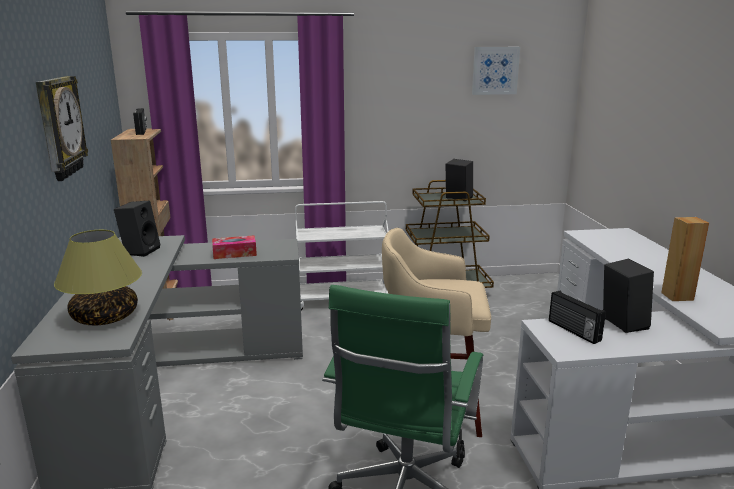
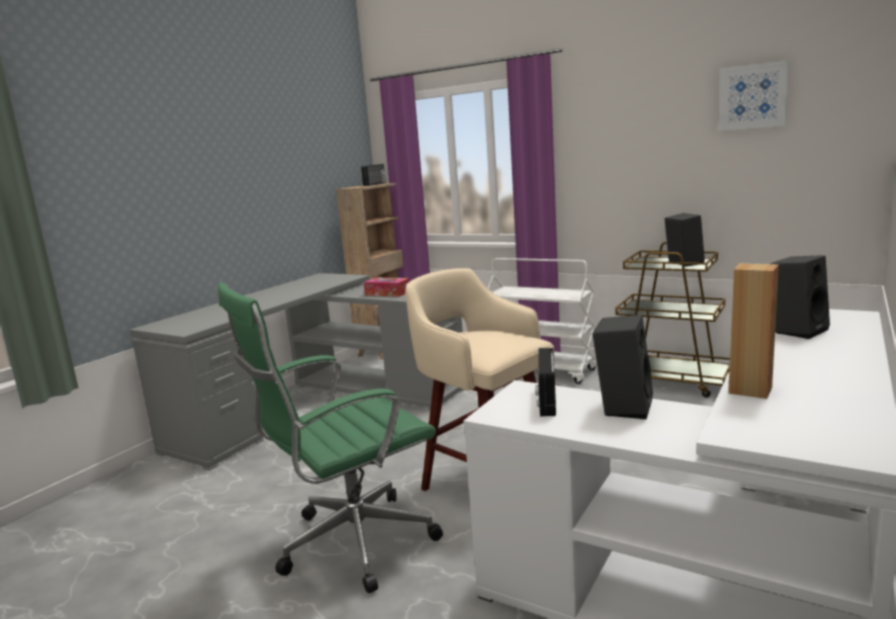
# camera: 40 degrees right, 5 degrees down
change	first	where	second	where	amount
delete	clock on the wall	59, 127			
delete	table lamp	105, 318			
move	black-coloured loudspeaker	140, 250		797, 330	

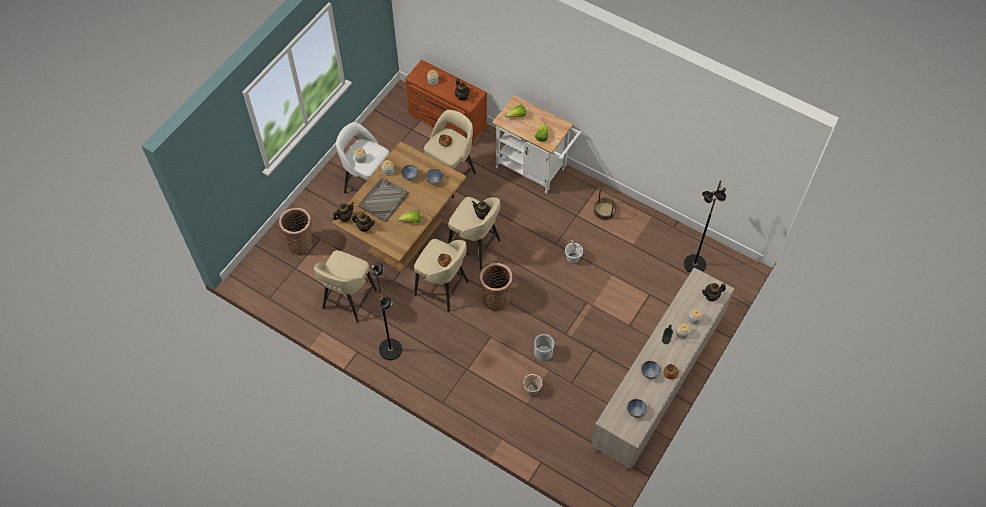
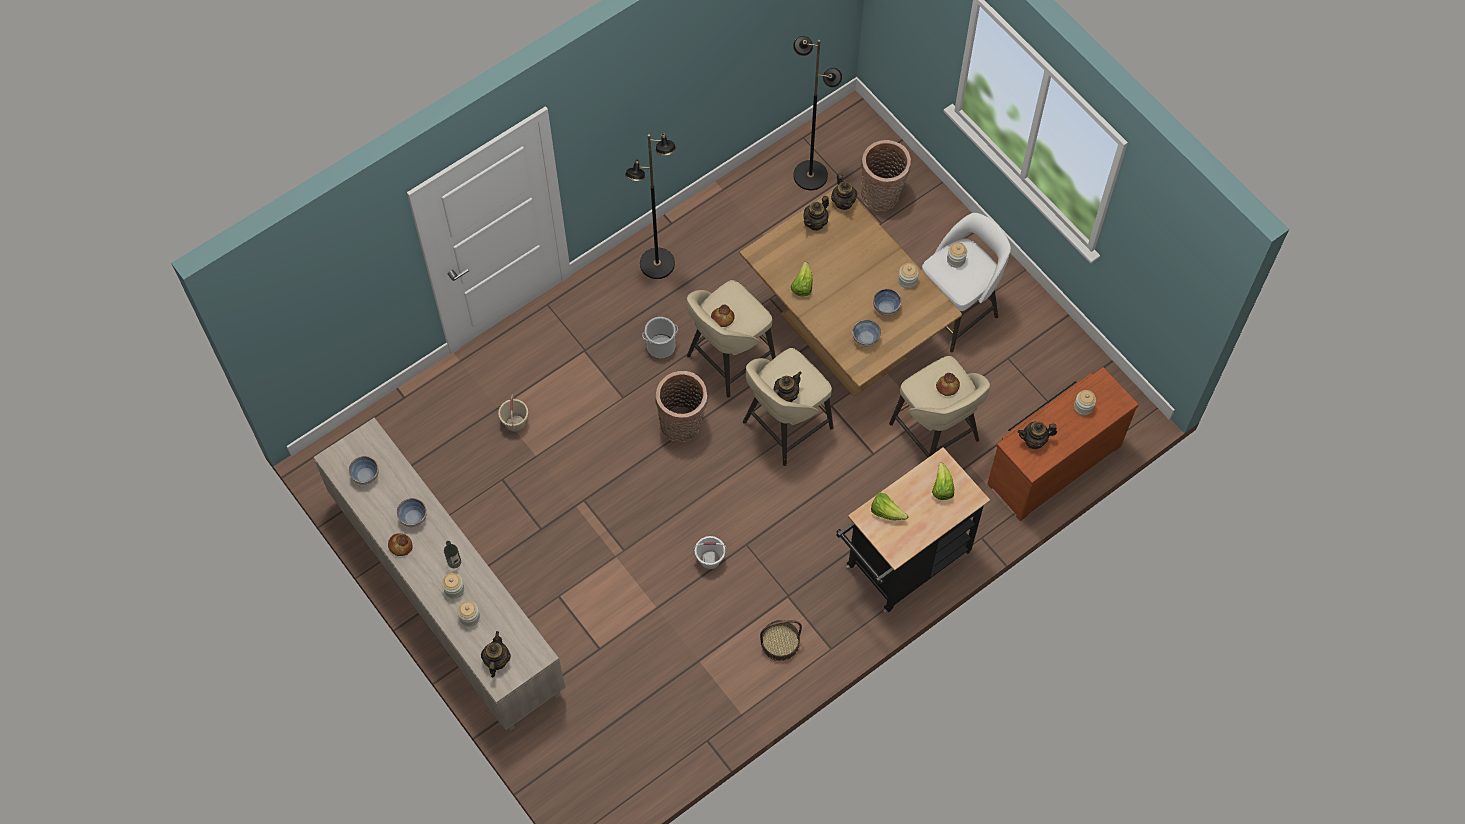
# camera: 110 degrees right, 5 degrees up
change	first	where	second	where	amount
delete	beige-coloured stool	348, 300			
delete	grey carrying tray	384, 199			
move	bucket	543, 353		661, 346	
move	black-coloured standing lamp	694, 264		810, 175	
recolor	whitish trolley	534, 170	black-coloured trolley	902, 564	

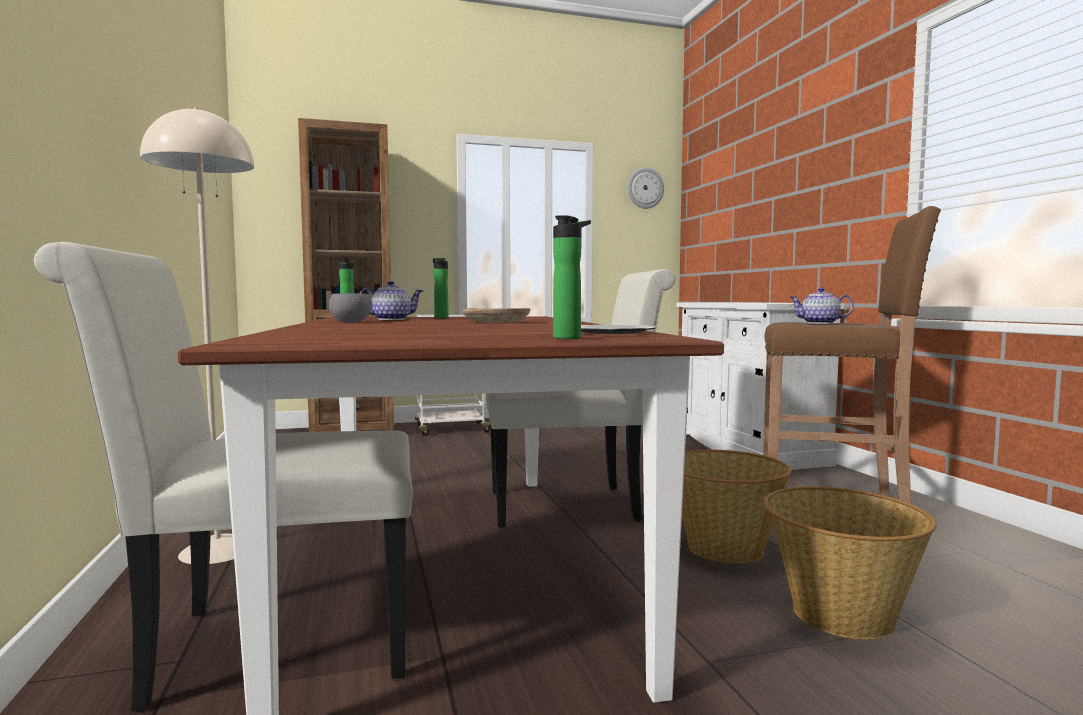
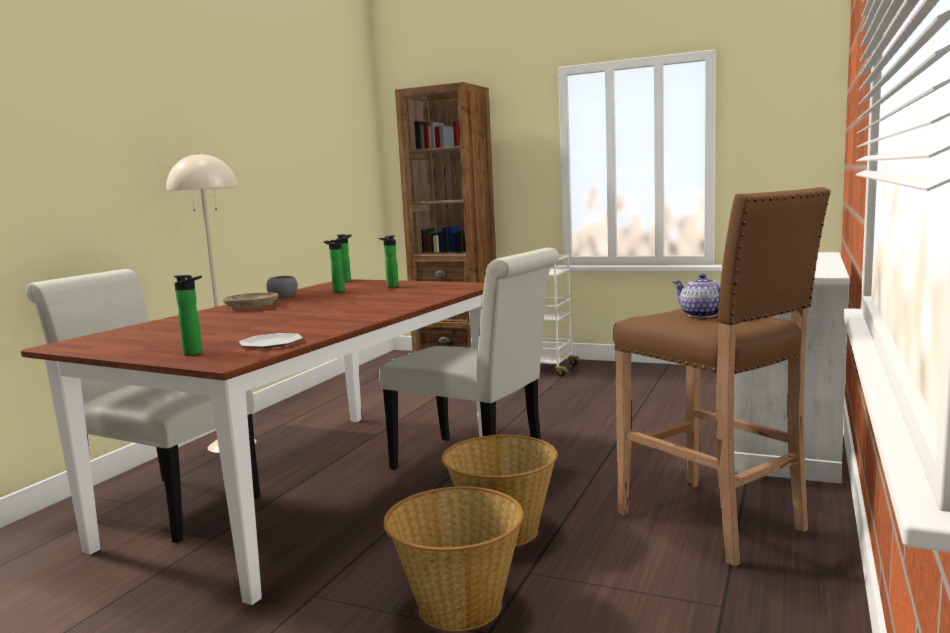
# camera: 40 degrees right, 5 degrees up
change	first	where	second	where	amount
delete	clock on the wall	645, 188			
move	beige-coloured plate	496, 322		251, 306	
replace	tea pot	391, 319	drink bottle	337, 291	

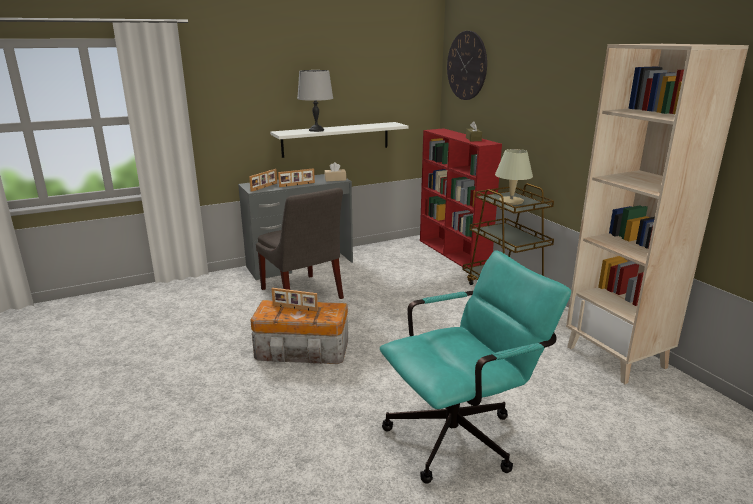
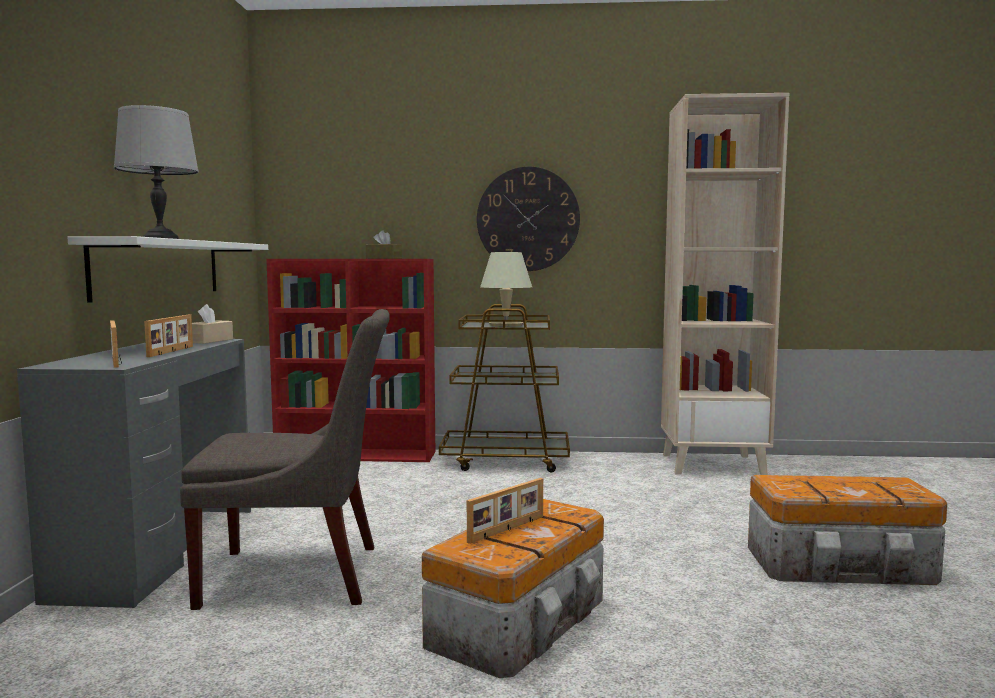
# camera: 60 degrees left, 15 degrees down
change	first	where	second	where	amount
move	clock on the wall	467, 65		528, 219	
replace	turquoise-coloured desk chair	462, 434	storage box	843, 566	

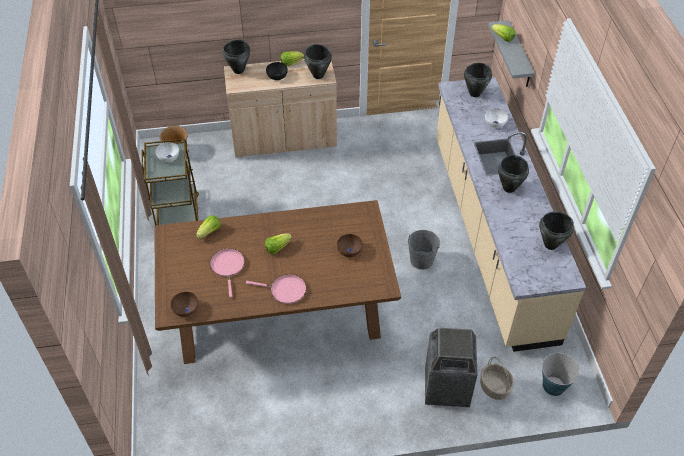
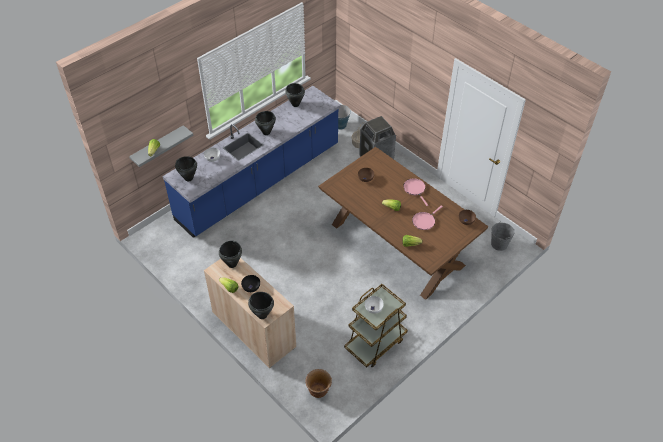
# camera: 125 degrees left, 0 degrees up
change	first	where	second	where	amount
move	grey bucket	421, 260		499, 244	
recolor	beige-coloured kitchen base unit	490, 235	blue-coloured kitchen base unit	260, 182	

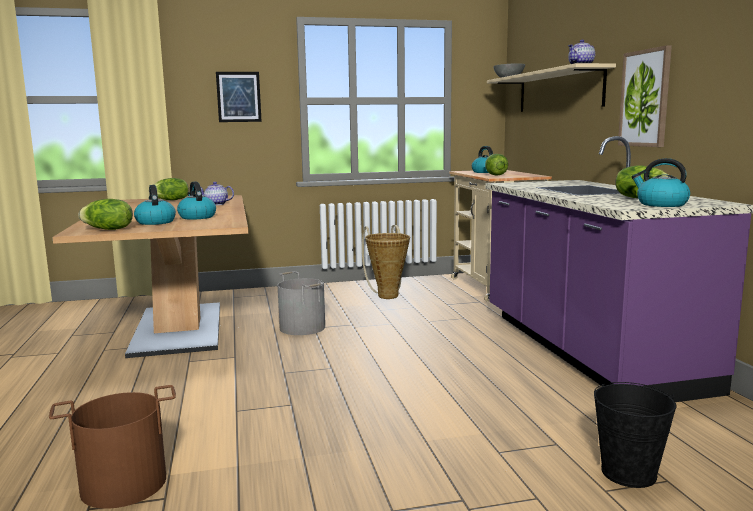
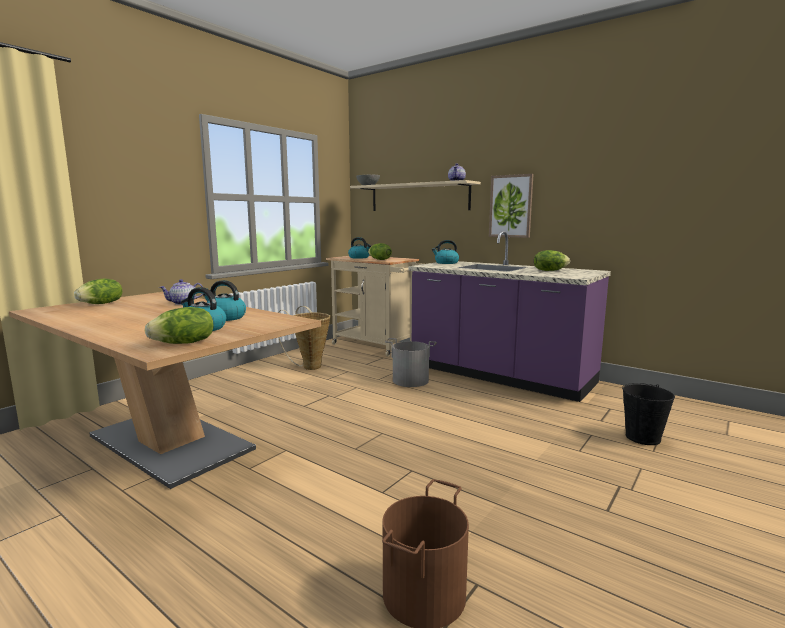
# camera: 40 degrees left, 0 degrees up
change	first	where	second	where	amount
delete	wall picture	238, 97			
move	grey bucket	303, 327		410, 380	
move	water kettle	661, 204		446, 263	

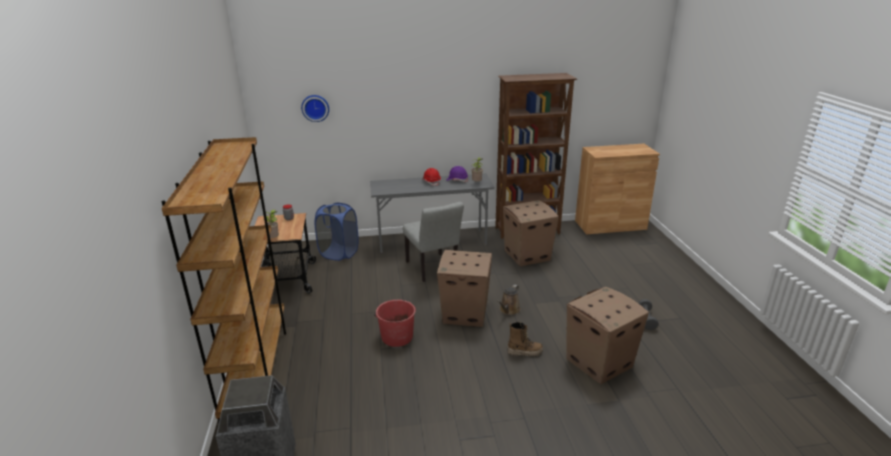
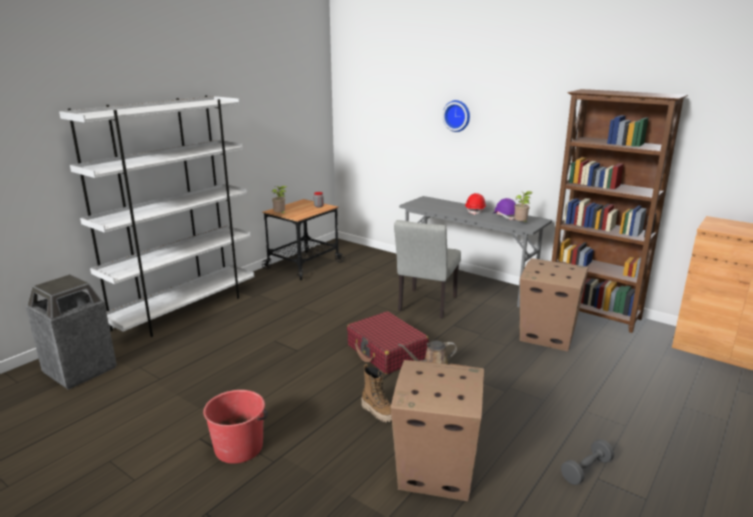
# camera: 45 degrees right, 5 degrees down
change	first	where	second	where	amount
delete	blue-coloured hamper	339, 253			
move	clock on the wall	315, 108		457, 115	
move	red bucket	397, 337		239, 447	
replace	cardboard box	465, 313	red suitcase	387, 352	
recolor	brown shelving unit	257, 368	whitish shelving unit	185, 310	

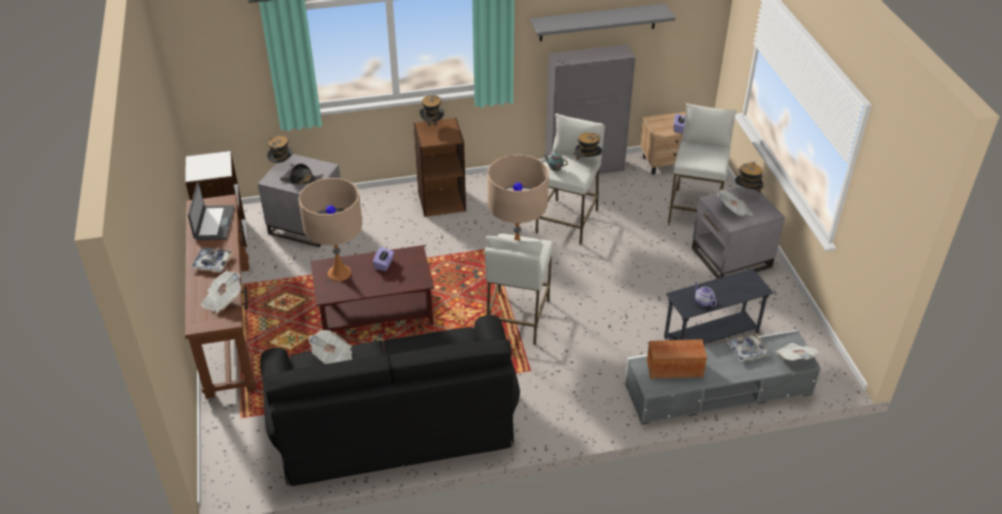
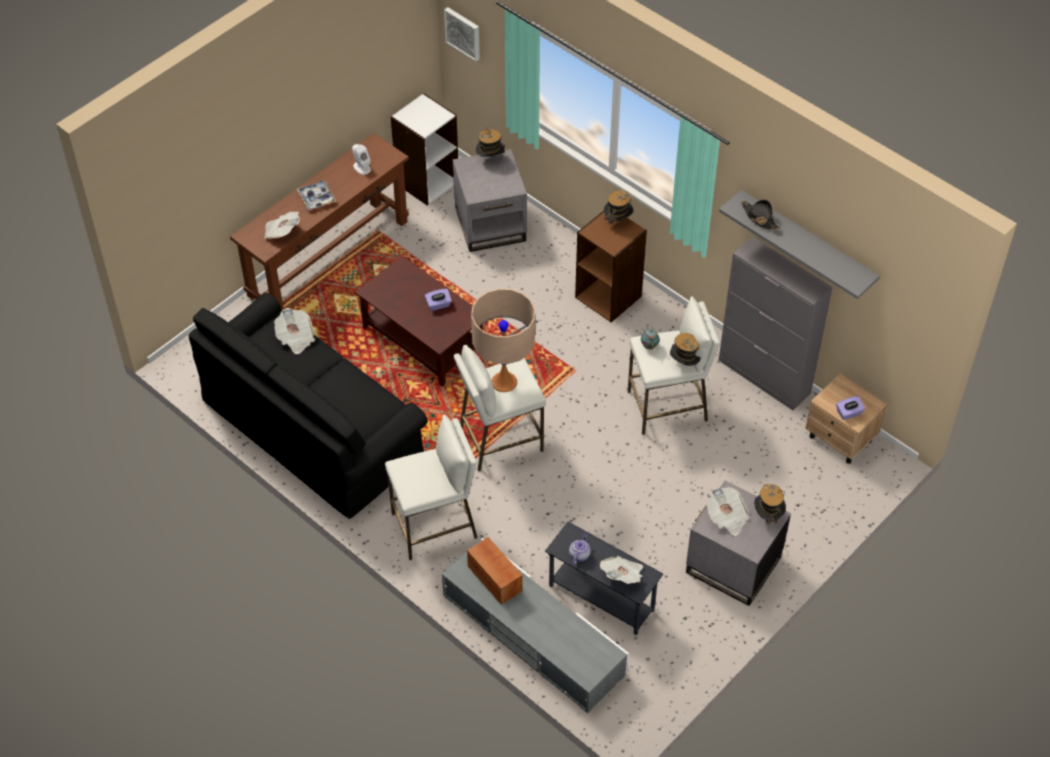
# camera: 55 degrees right, 10 degrees up
change	first	where	second	where	amount
delete	beige-coloured table lamp	339, 273			
delete	carrying tray	747, 350			
insert			wall picture	463, 33	
move	black-coloured clothing hat	301, 180		759, 218	
move	whitish stool	695, 209		435, 526	
move	daily paper	794, 359		622, 576	
replace	laptop	214, 223	whitish loudspeaker	361, 167	

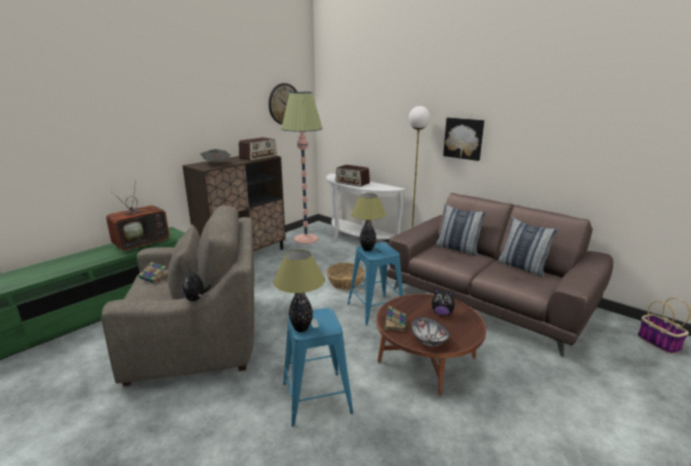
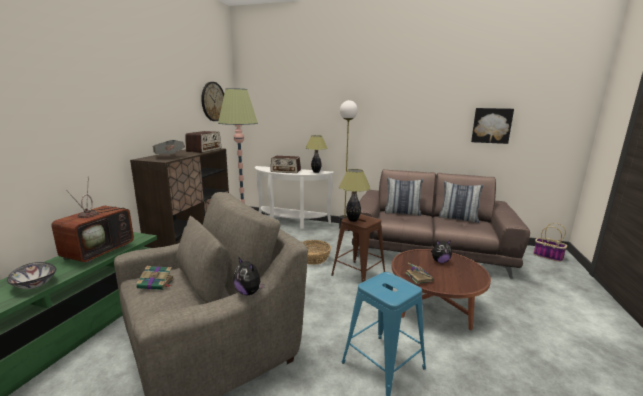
# camera: 25 degrees left, 5 degrees down
change	first	where	second	where	amount
move	table lamp	301, 329		316, 172	
move	serving bowl	428, 341		34, 284	
move	wall picture	464, 138		491, 125	
recolor	blue-coloured stool	375, 309	brown stool	358, 274	

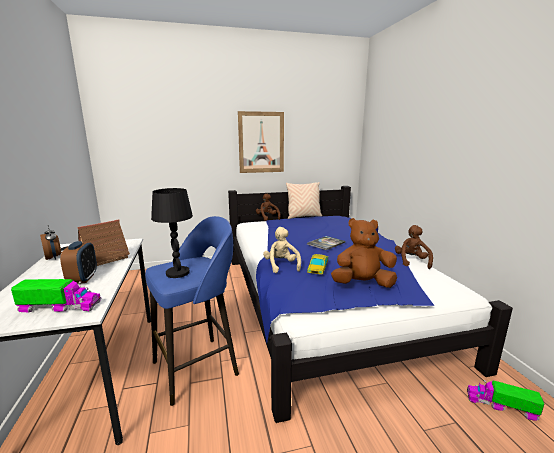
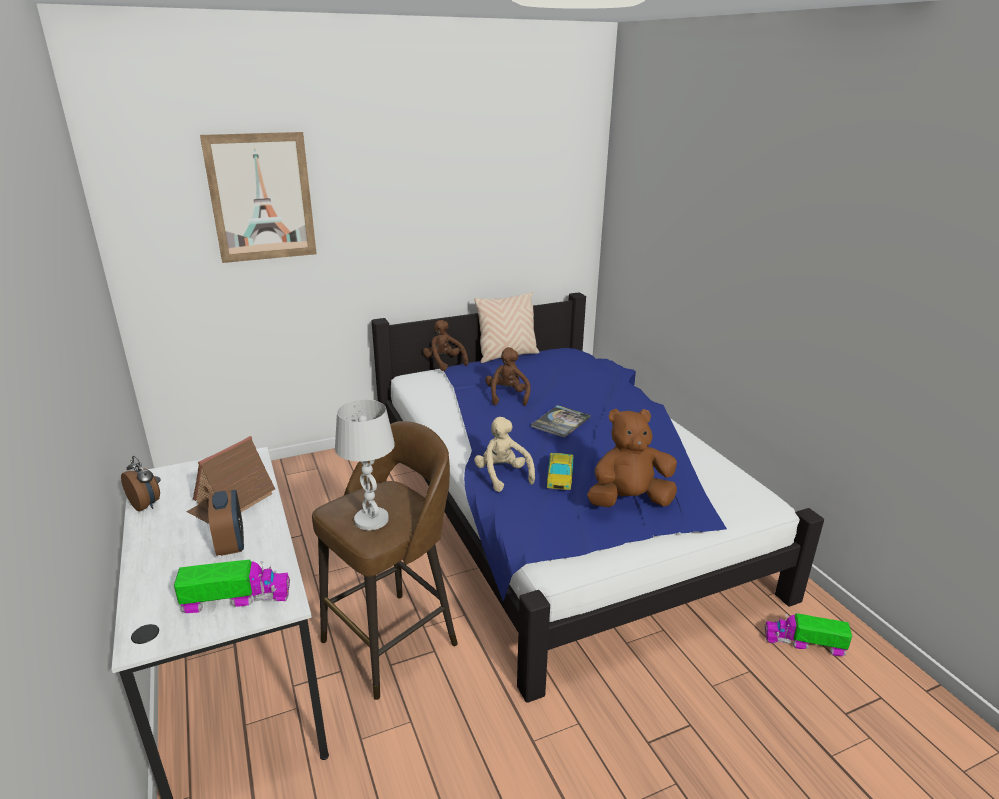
# camera: 10 degrees left, 10 degrees up
change	first	where	second	where	amount
move	wall picture	261, 142		261, 198	
move	brown soft toy	411, 262		507, 396	
recolor	blue-coloured stool	198, 367	brown stool	393, 640	
recolor	black-coloured table lamp	177, 273	whitish table lamp	371, 520	

